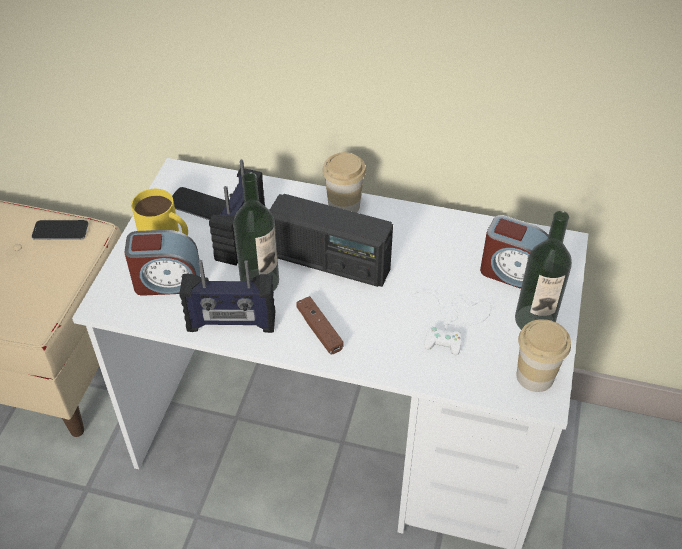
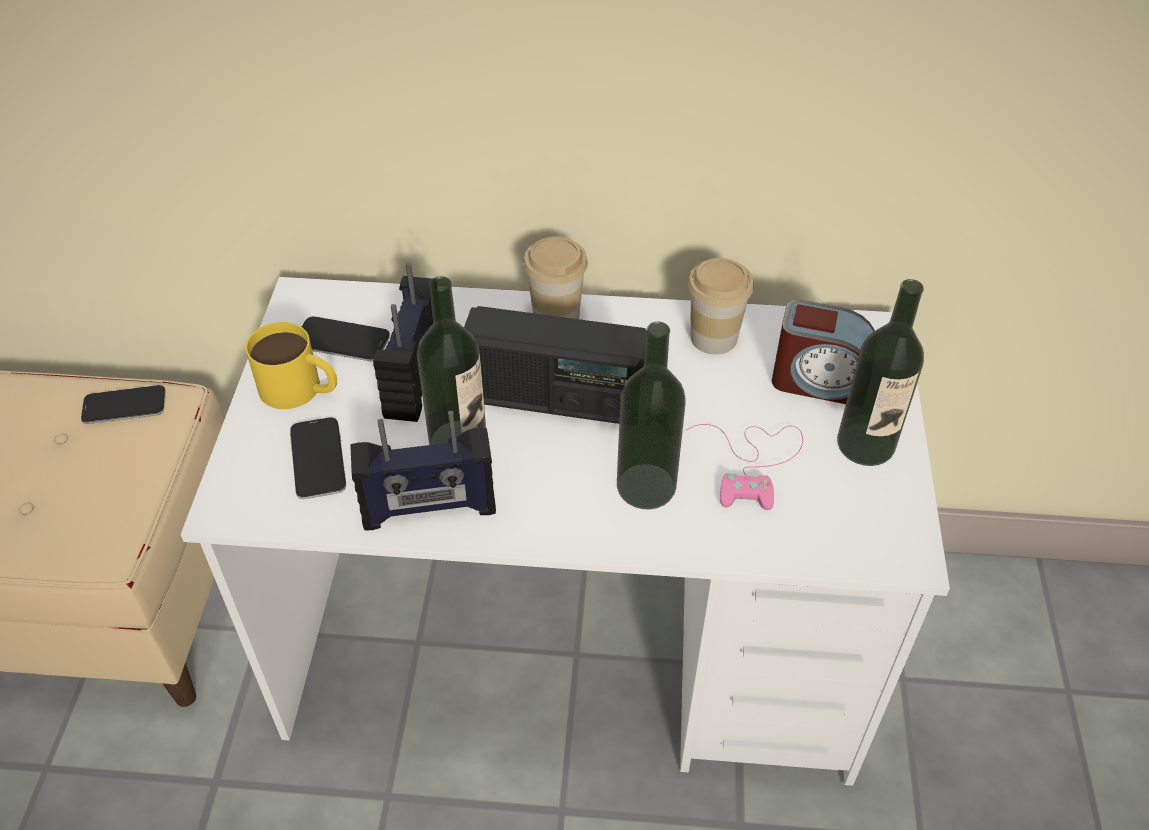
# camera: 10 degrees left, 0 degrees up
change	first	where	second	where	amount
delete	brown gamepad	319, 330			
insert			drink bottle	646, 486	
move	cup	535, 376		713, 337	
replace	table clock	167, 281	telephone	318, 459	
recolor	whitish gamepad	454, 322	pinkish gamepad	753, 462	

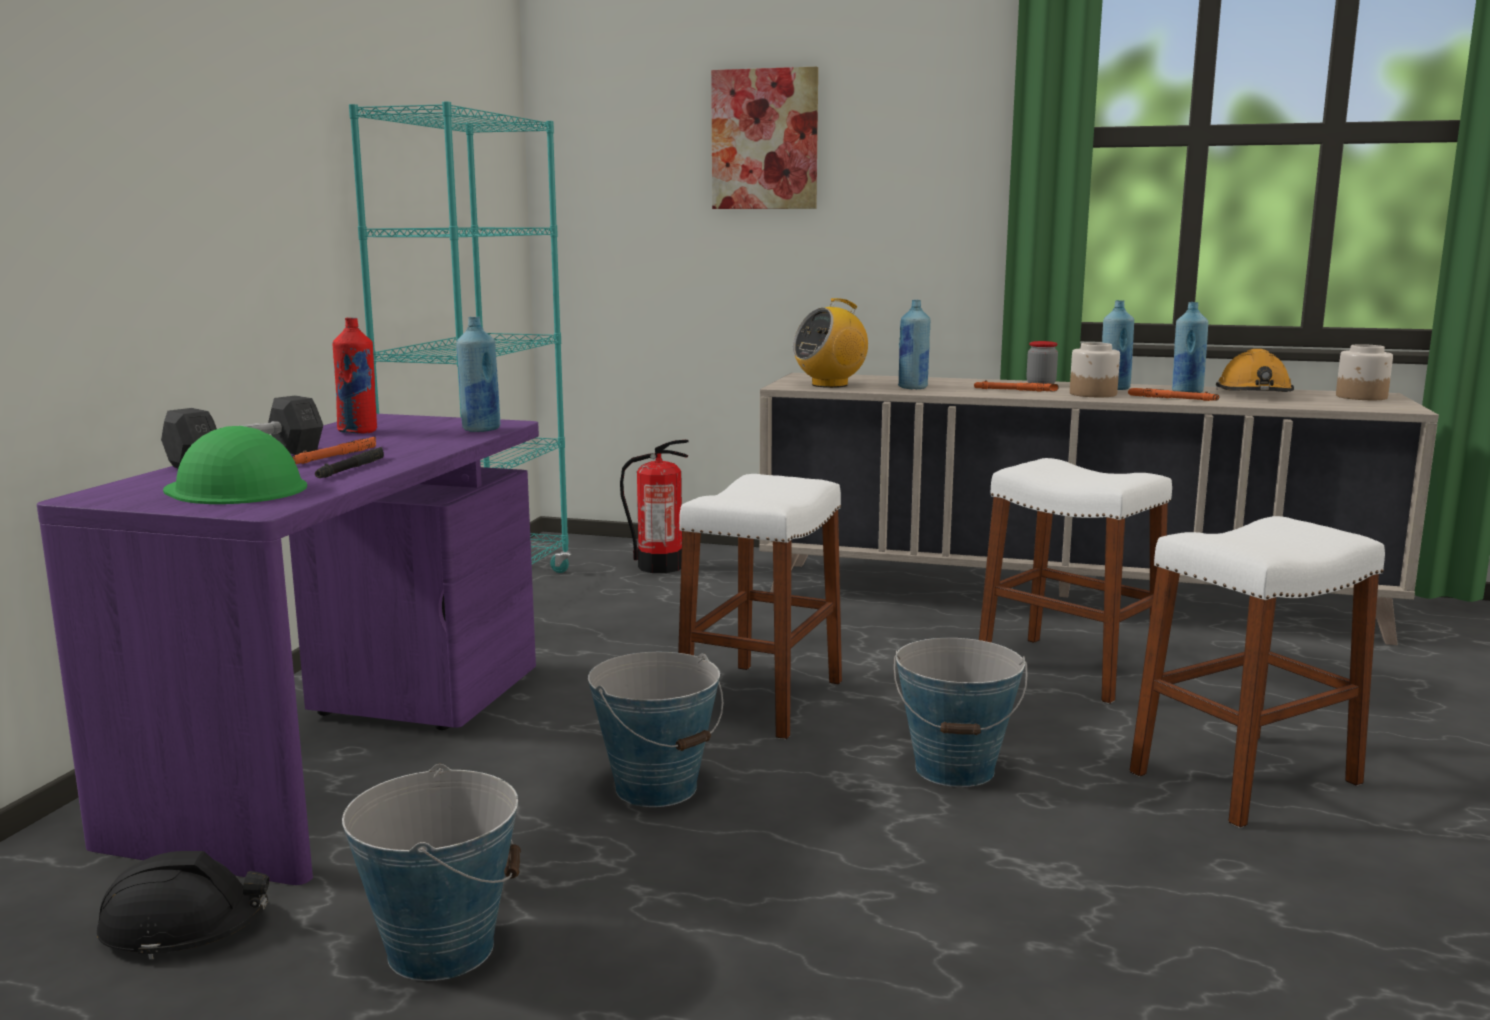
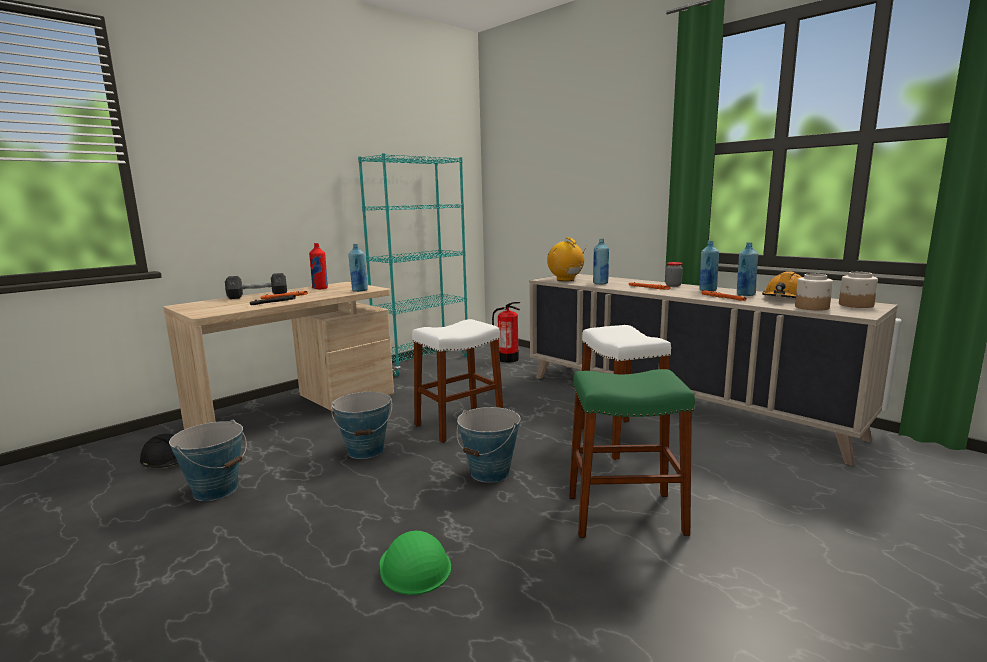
# camera: 30 degrees right, 0 degrees up
change	first	where	second	where	amount
delete	wall picture	765, 139			
move	green-coloured hard hat	236, 489		414, 566	
move	jar	1093, 394		812, 307	
recolor	purple-coloured desk table	352, 748	beige-coloured desk table	297, 412	
recolor	whitish stool	1245, 778	green-coloured stool	625, 514	
rotate	radio set	830, 385		565, 280	60 degrees clockwise

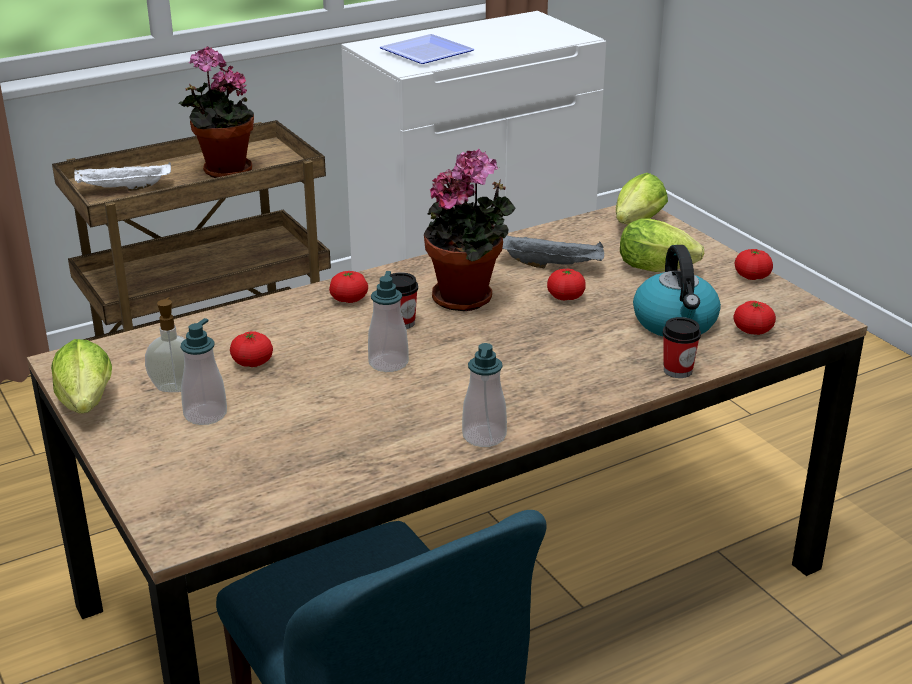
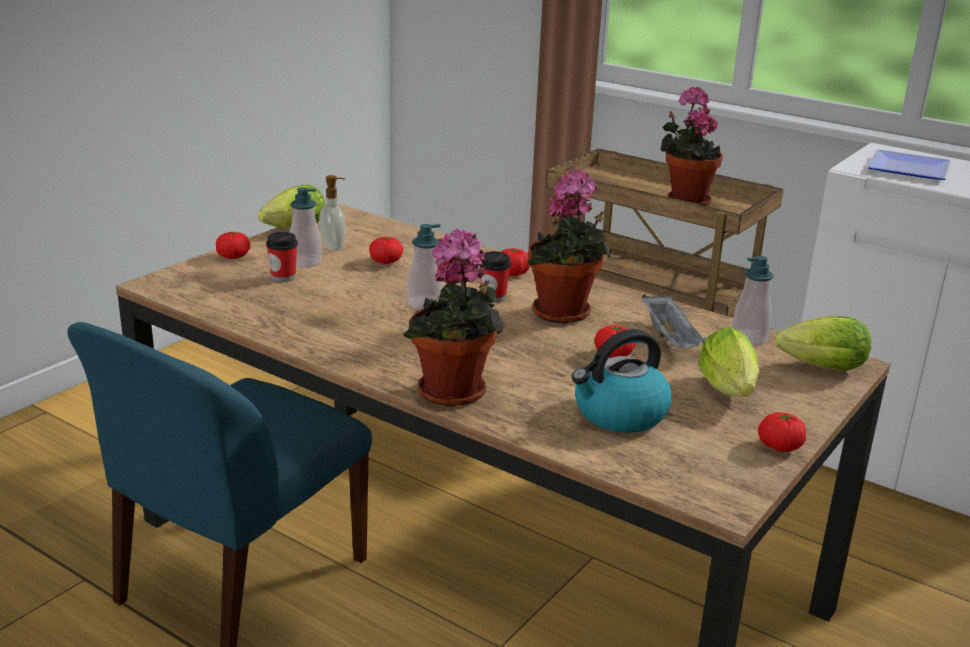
# camera: 65 degrees right, 5 degrees down
change	first	where	second	where	amount
delete	whitish carrying tray	123, 189			
insert			potted plant	454, 395	
move	liquid soap bottle	484, 436		749, 338	
move	cup	677, 370		283, 277	
move	tomato	752, 330		233, 256	

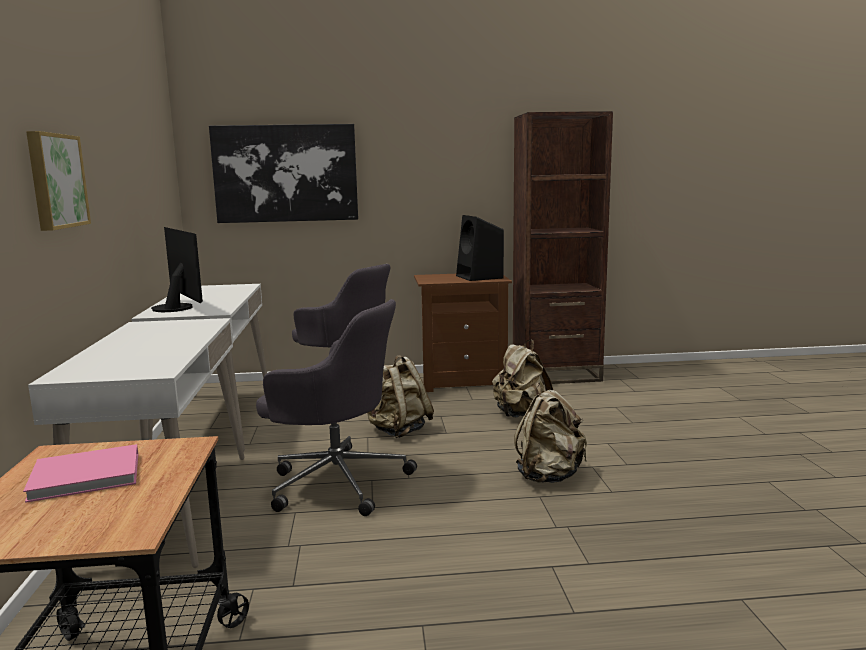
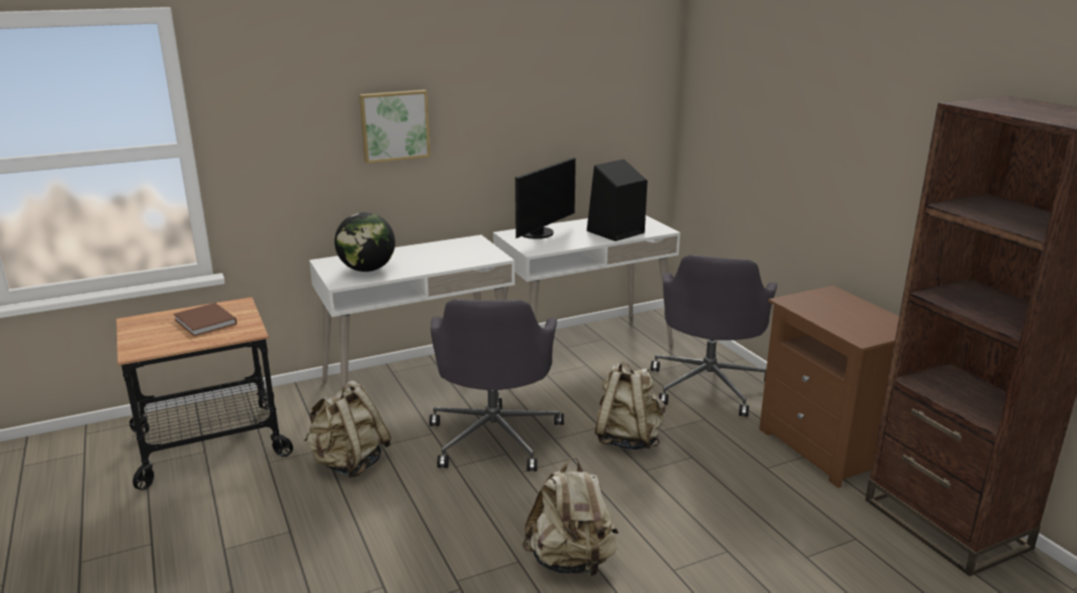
# camera: 70 degrees right, 10 degrees up
change	first	where	second	where	amount
delete	wall picture	286, 173			
insert			desk globe	367, 269	
move	black-coloured loudspeaker	480, 277		614, 232	
move	beige-coloured backpack	520, 414		349, 464	
recolor	pinkish book	90, 476	brown book	206, 322	

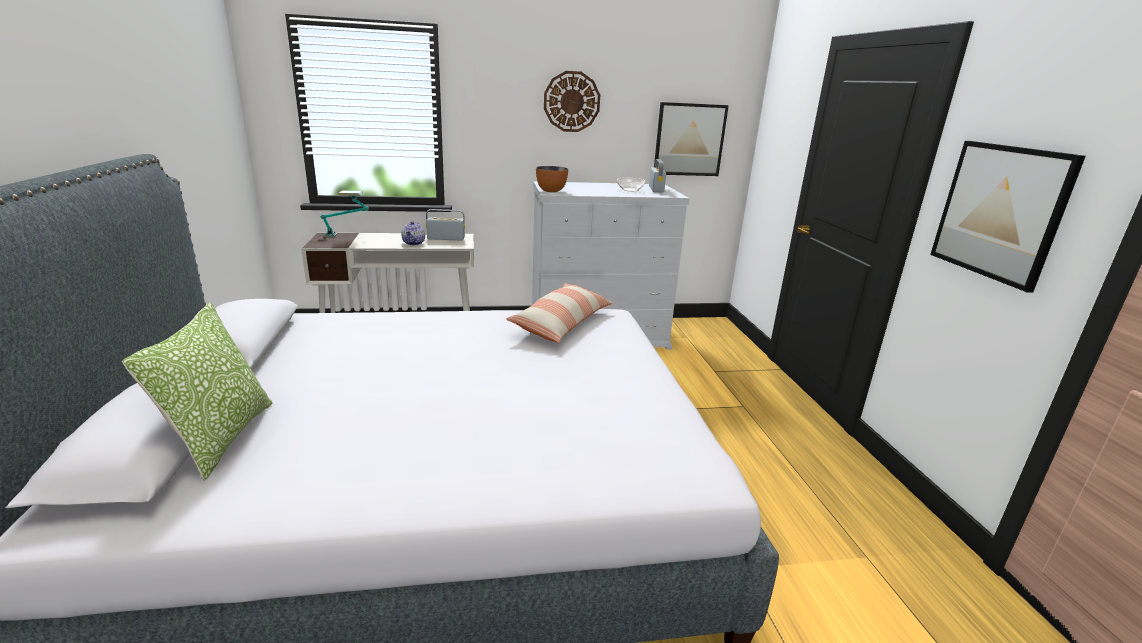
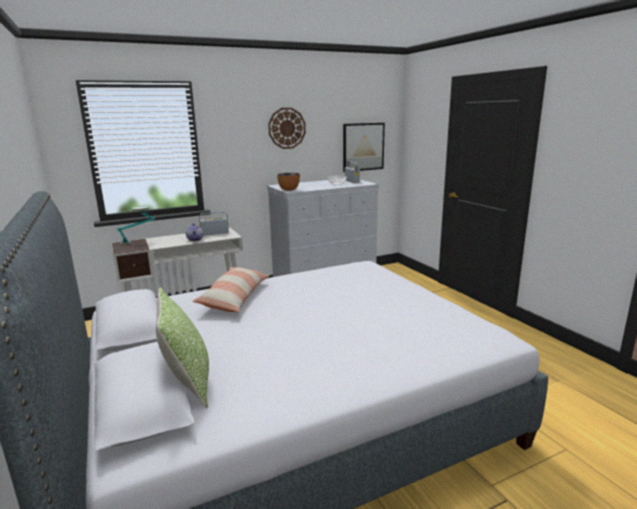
# camera: 15 degrees left, 5 degrees down
change	first	where	second	where	amount
delete	wall picture	1000, 212			
move	cushion	562, 324		235, 298	

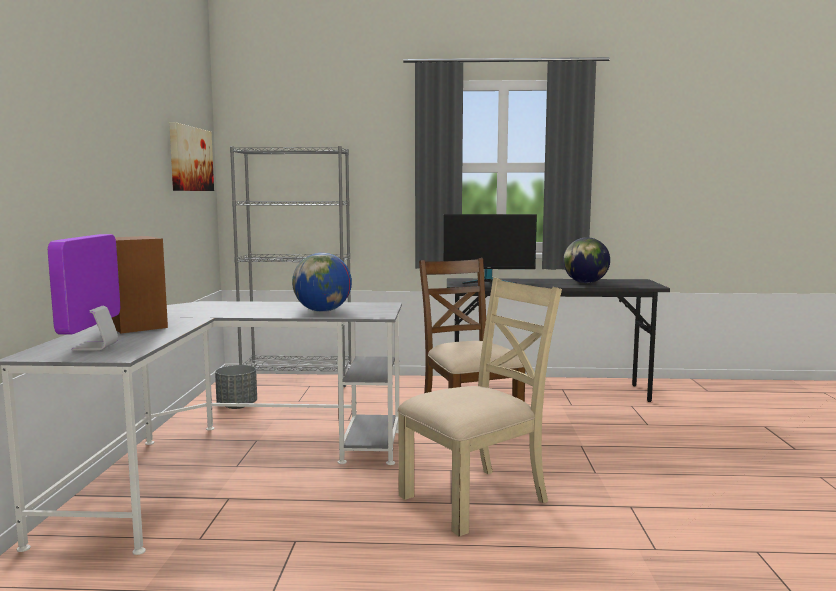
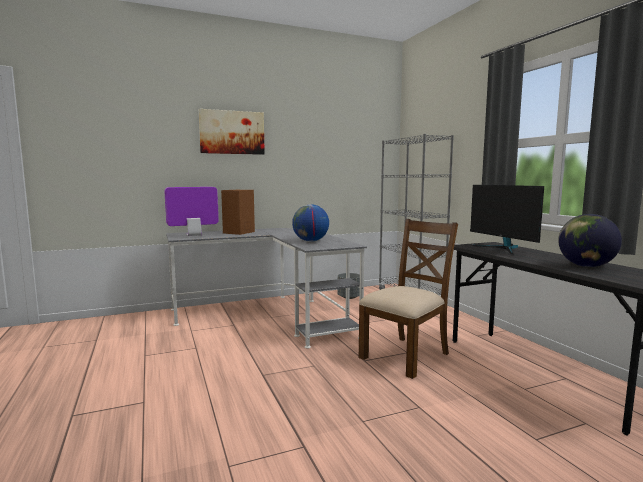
# camera: 65 degrees right, 0 degrees up
change	first	where	second	where	amount
delete	beige-coloured upright chair	476, 498			
move	wall picture	190, 159		232, 132	

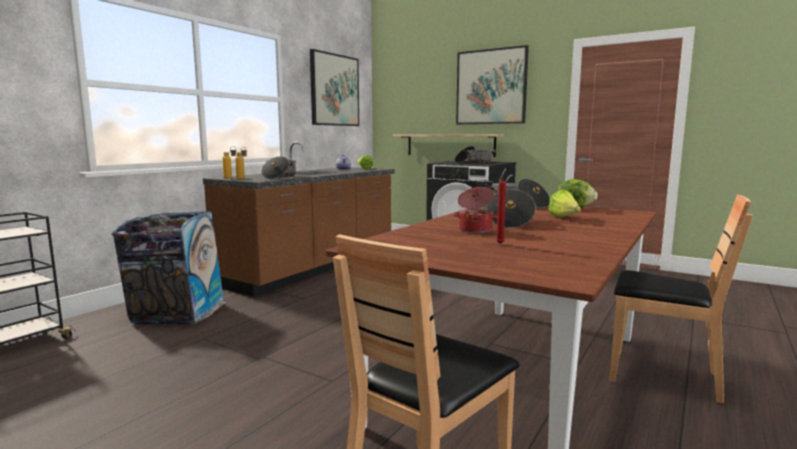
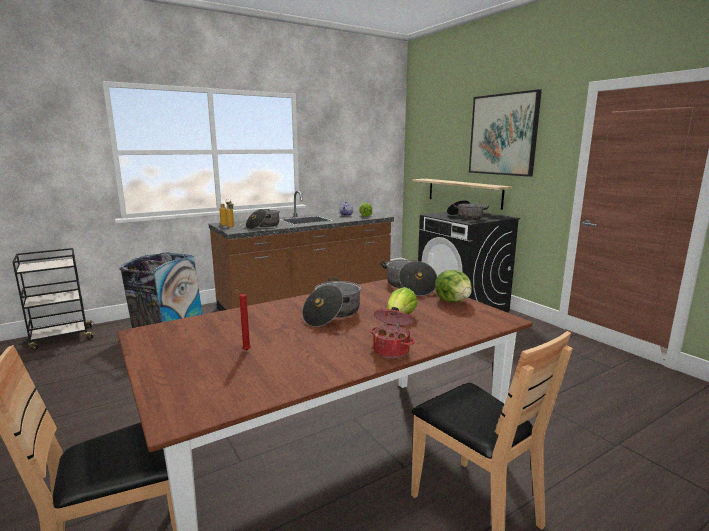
# camera: 25 degrees right, 5 degrees up
change	first	where	second	where	amount
delete	wall picture	334, 90			
move	stockpot	475, 230		392, 350	

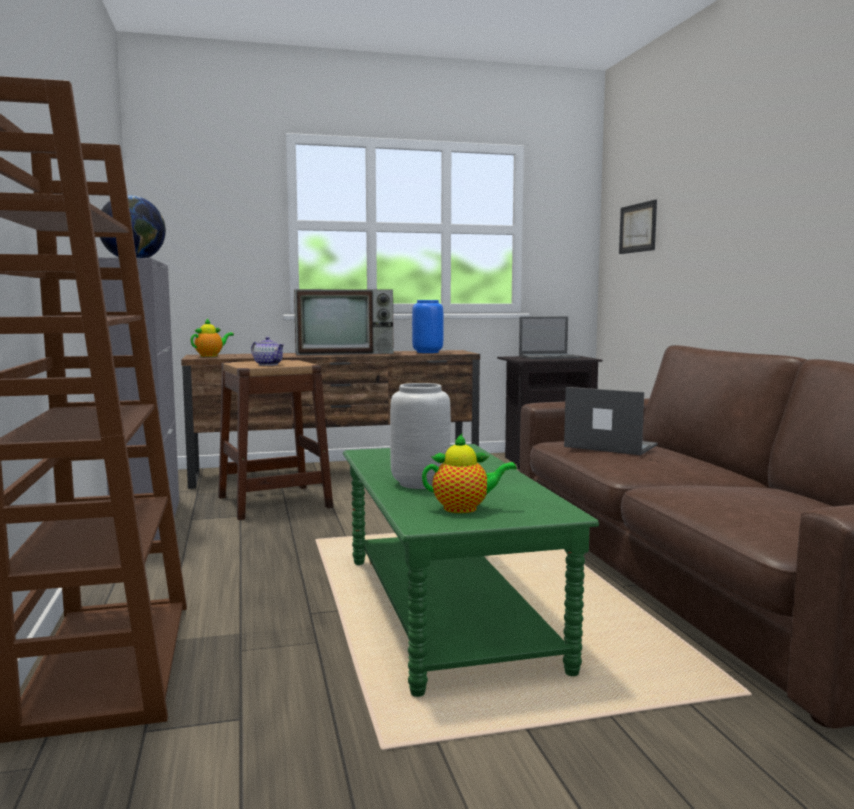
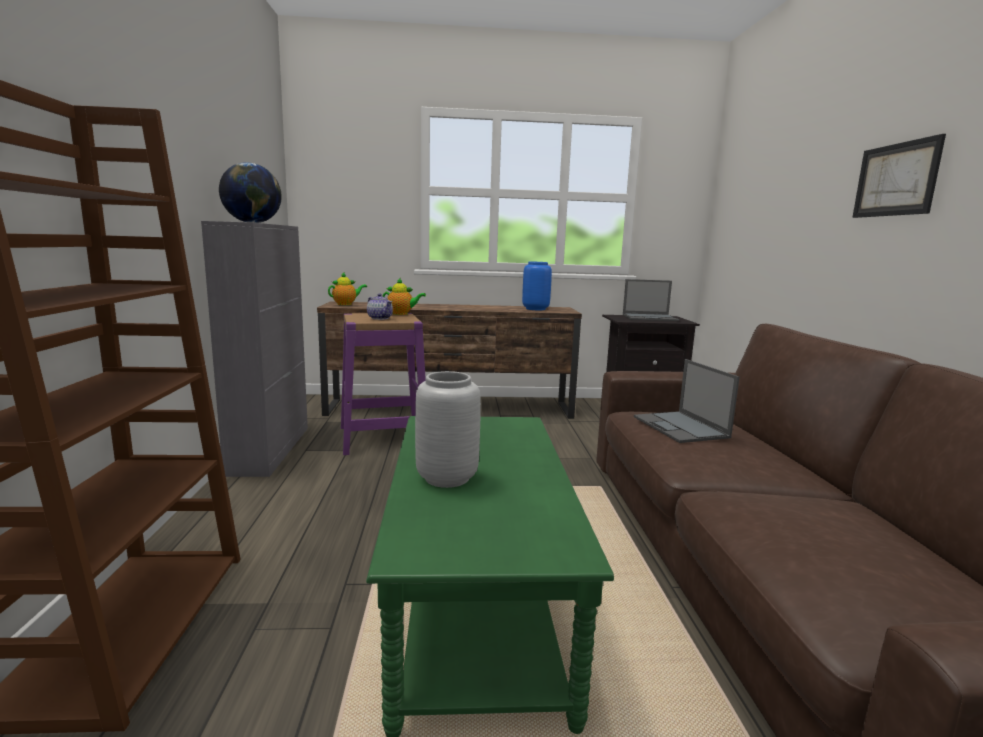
# camera: 10 degrees right, 5 degrees up
change	first	where	second	where	amount
delete	TV set	346, 353			
move	tea pot	464, 509		402, 314	
move	wall picture	638, 228		896, 180	
recolor	brown stool	274, 502	purple-coloured stool	383, 437	
rotate	laptop	609, 446		681, 427	150 degrees counterclockwise

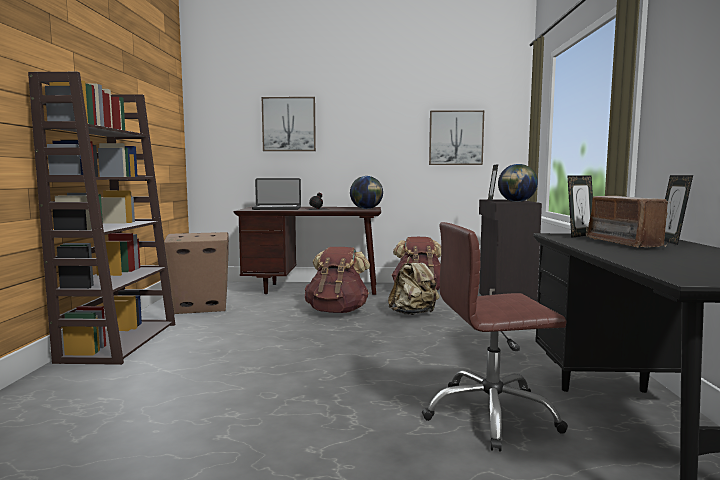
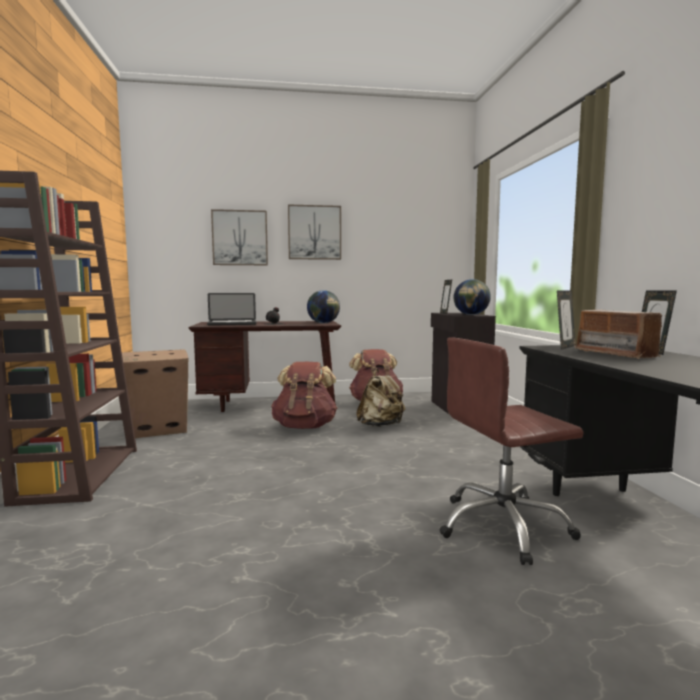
# camera: 10 degrees left, 0 degrees up
change	first	where	second	where	amount
move	wall picture	456, 138		314, 232	

